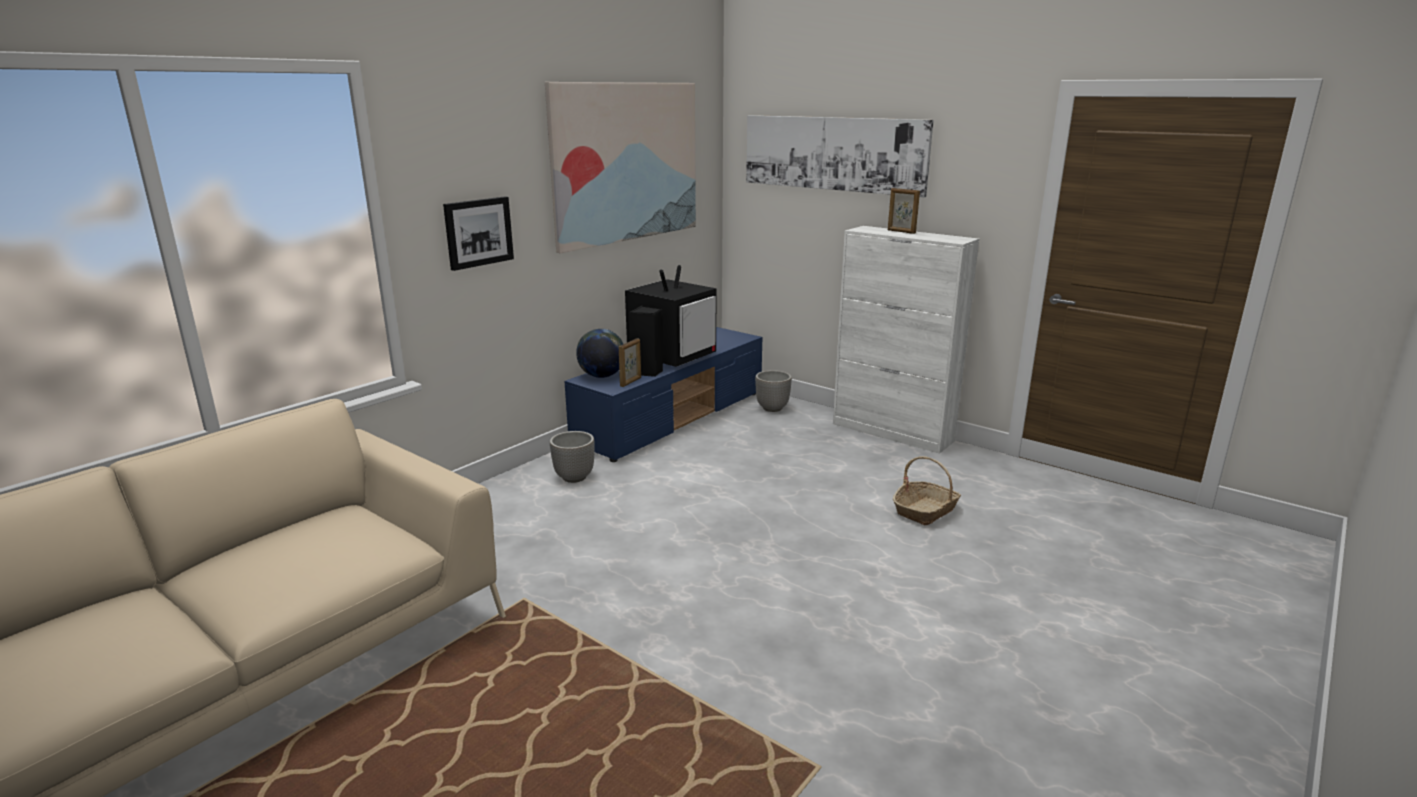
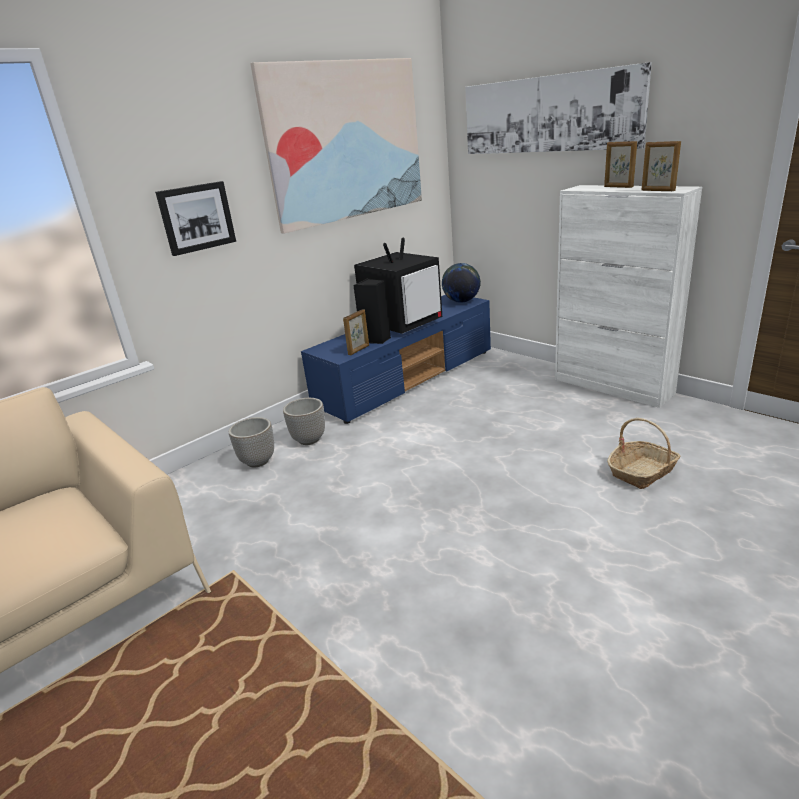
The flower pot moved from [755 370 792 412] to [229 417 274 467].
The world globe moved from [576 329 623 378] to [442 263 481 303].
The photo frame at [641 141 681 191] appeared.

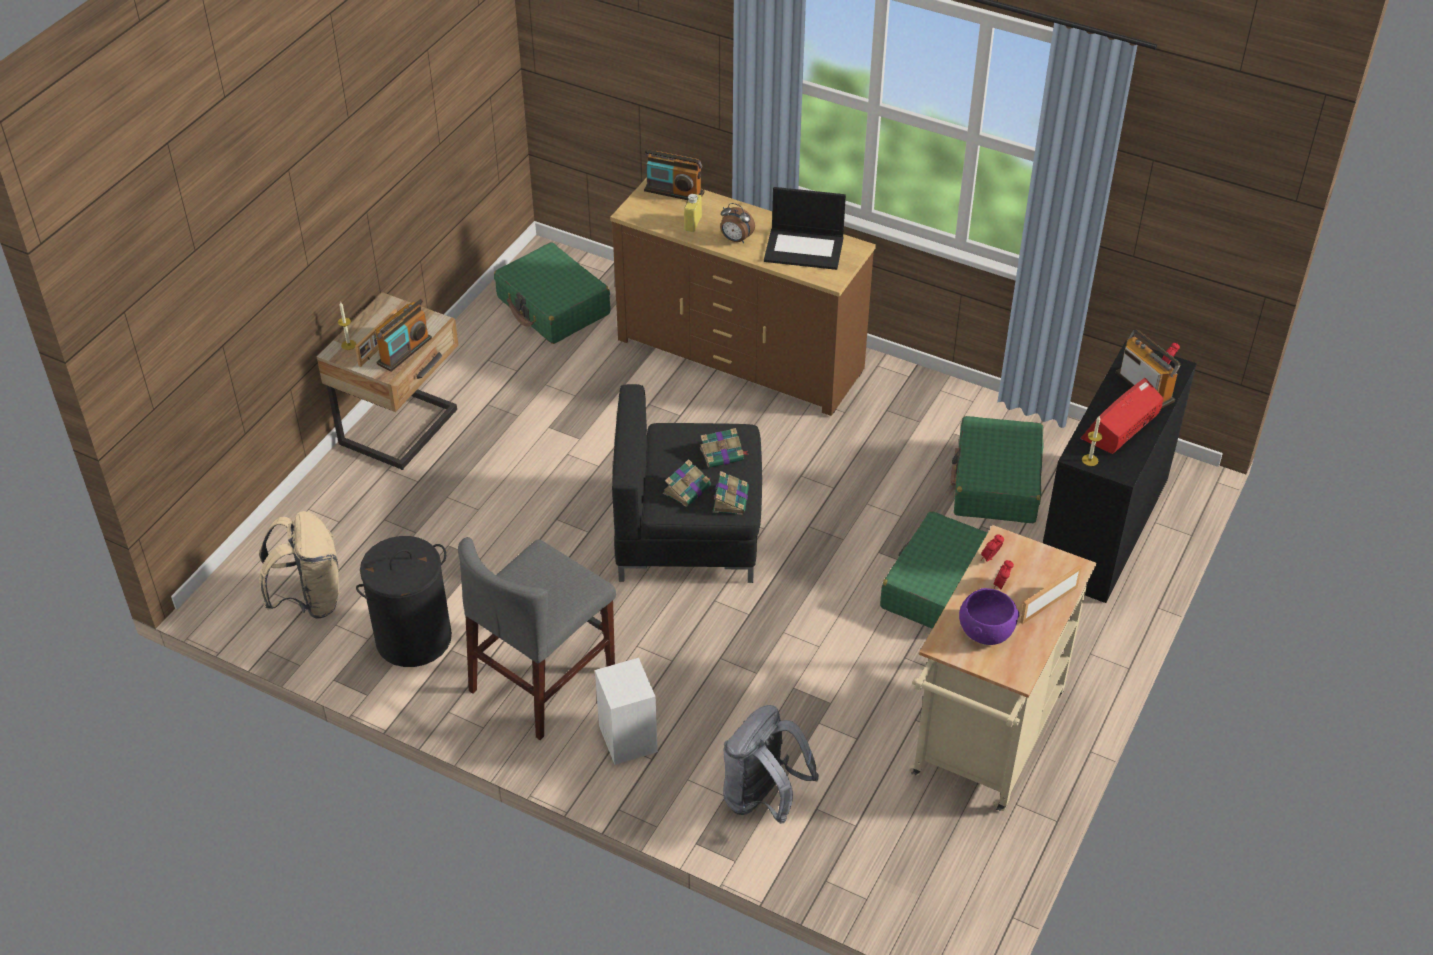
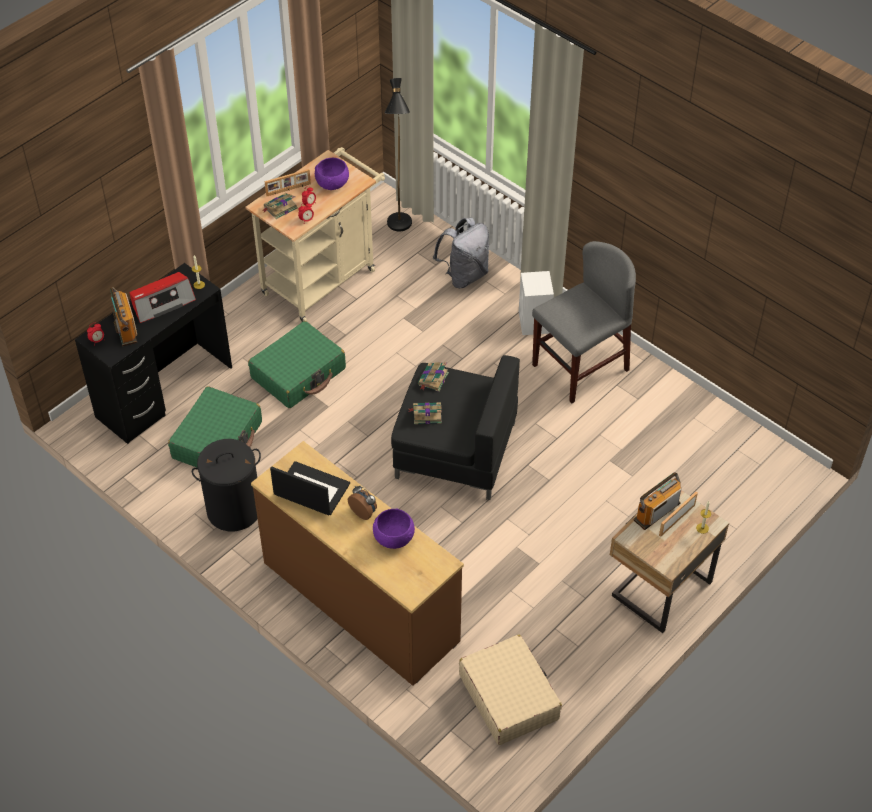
The black-coloured laundry basket moved from [356 536 452 667] to [192 439 261 531].
The bound book moved from [663 459 711 507] to [262 193 298 219].
The yellow-coloured beverage bottle at [684 194 702 232] was replaced by the purple serving bowl at [373 509 415 549].
The black-coloured floor lamp at [385 78 412 231] appeared.
The green piece of luggage at [494 242 610 344] became the beige-coloured piece of luggage at [459 635 562 745].
The beige-coloured rucksack at [259 511 340 619] disappeared.
The radio set at [644 149 705 200] disappeared.

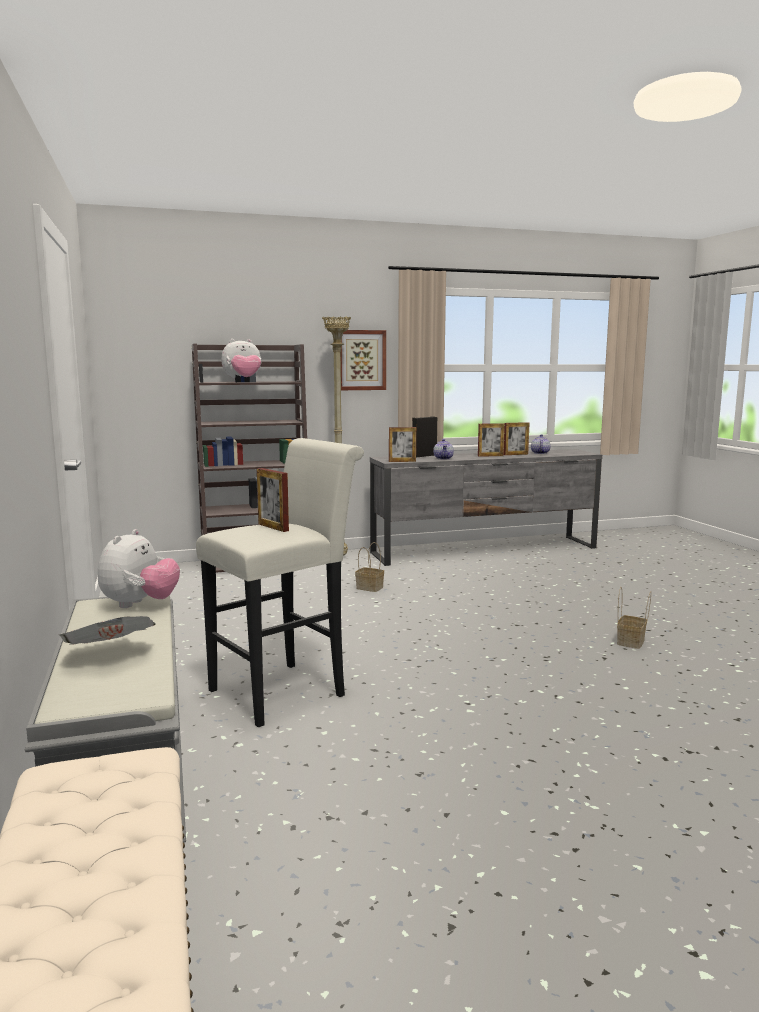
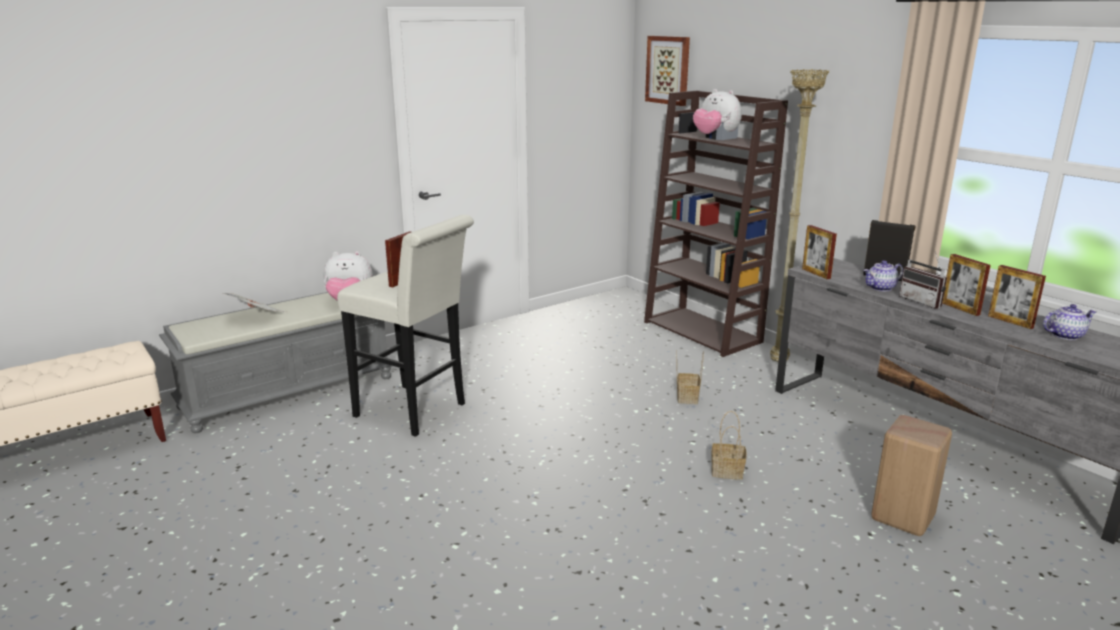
The picture moved from [341 330 386 390] to [645 36 690 106].
The household basket moved from [617 587 651 649] to [711 411 747 480].
The beige-coloured stool seat at [871 415 952 536] appeared.
The radio set at [899 252 947 309] appeared.

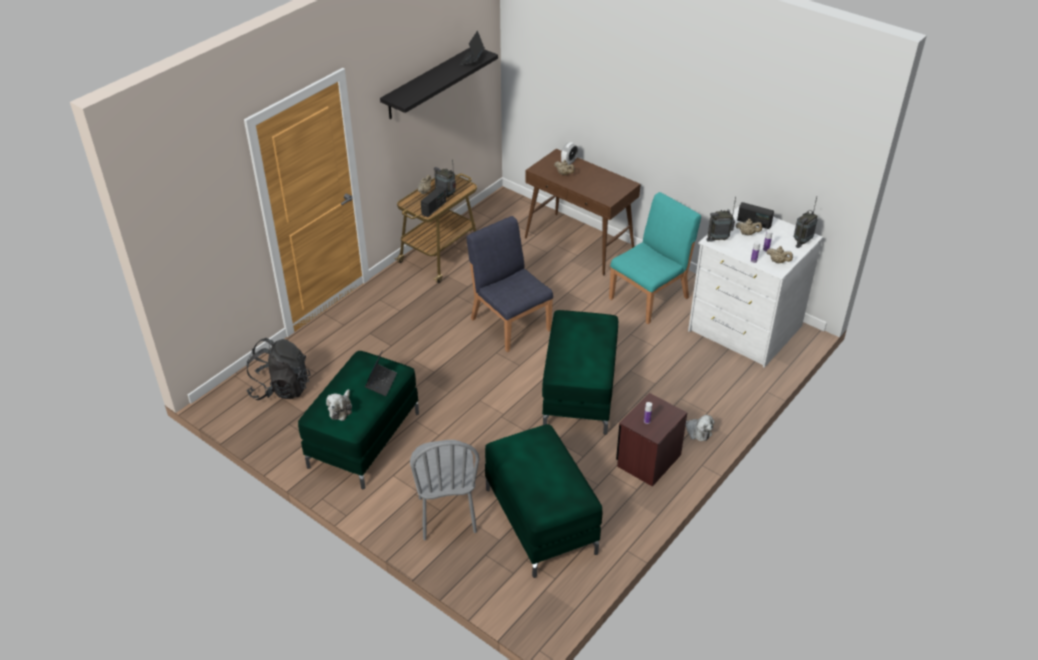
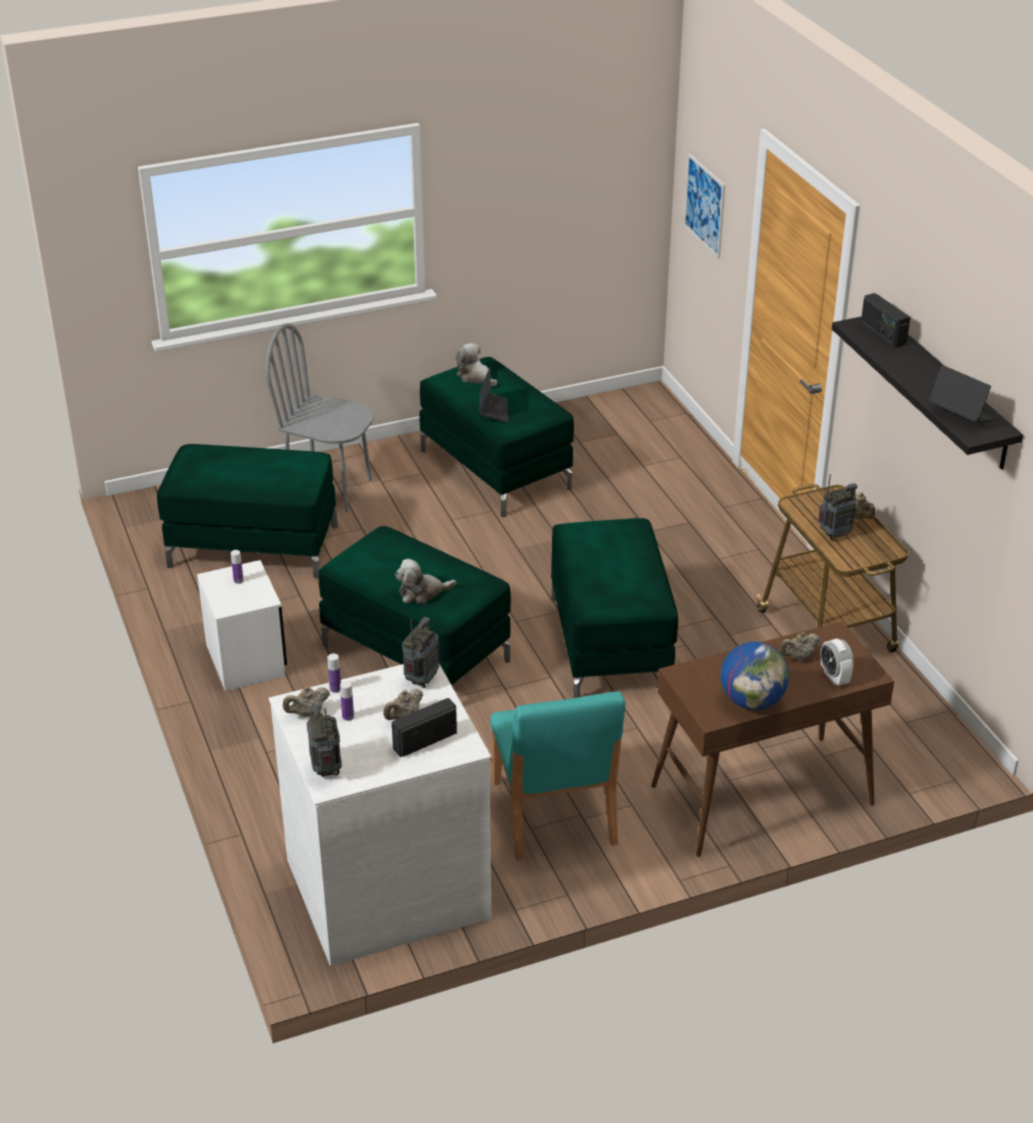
The brownish bedside table at [616 393 687 487] became the white-coloured bedside table at [197 560 287 691].
The cuddly toy moved from [686 415 715 441] to [395 559 456 604].
The laptop at [365 350 397 396] turned 135 degrees counterclockwise.
The bluish plain chair at [467 216 553 352] was replaced by the green pouffe at [551 518 678 698].
The picture at [684 154 725 258] appeared.
The world globe at [721 642 789 710] appeared.
The radio set moved from [421 186 446 217] to [861 293 910 348].
The black-coloured rucksack at [246 338 310 400] disappeared.

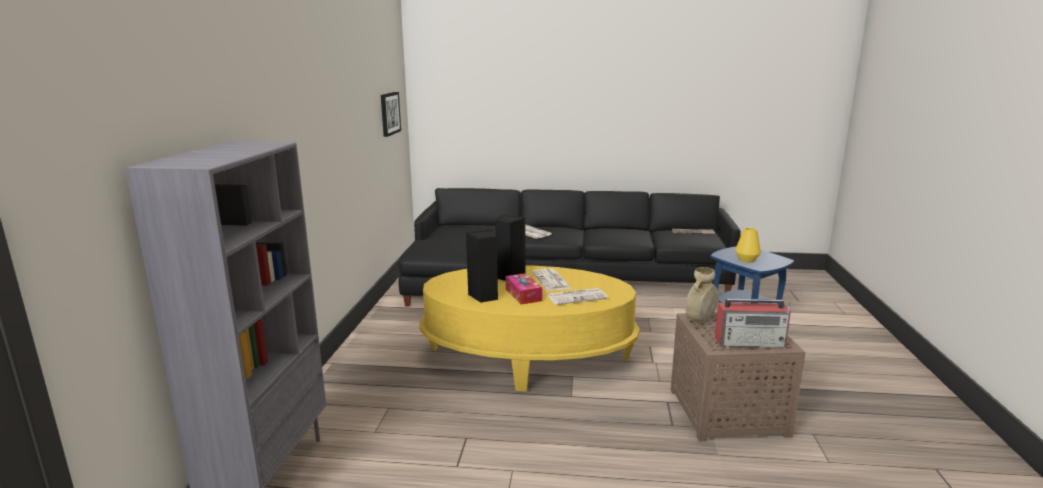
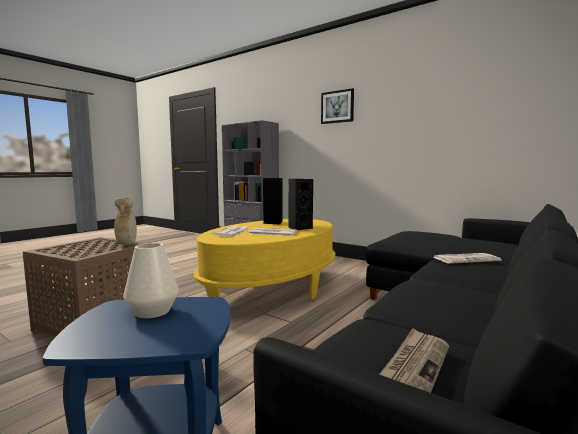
The yellow-coloured vase at [735 228 761 262] became the white-coloured vase at [123 243 179 318].
The picture moved from [381 92 401 137] to [321 88 354 124].
The tissue box at [506 273 542 305] disappeared.
The radio set at [715 299 791 348] disappeared.

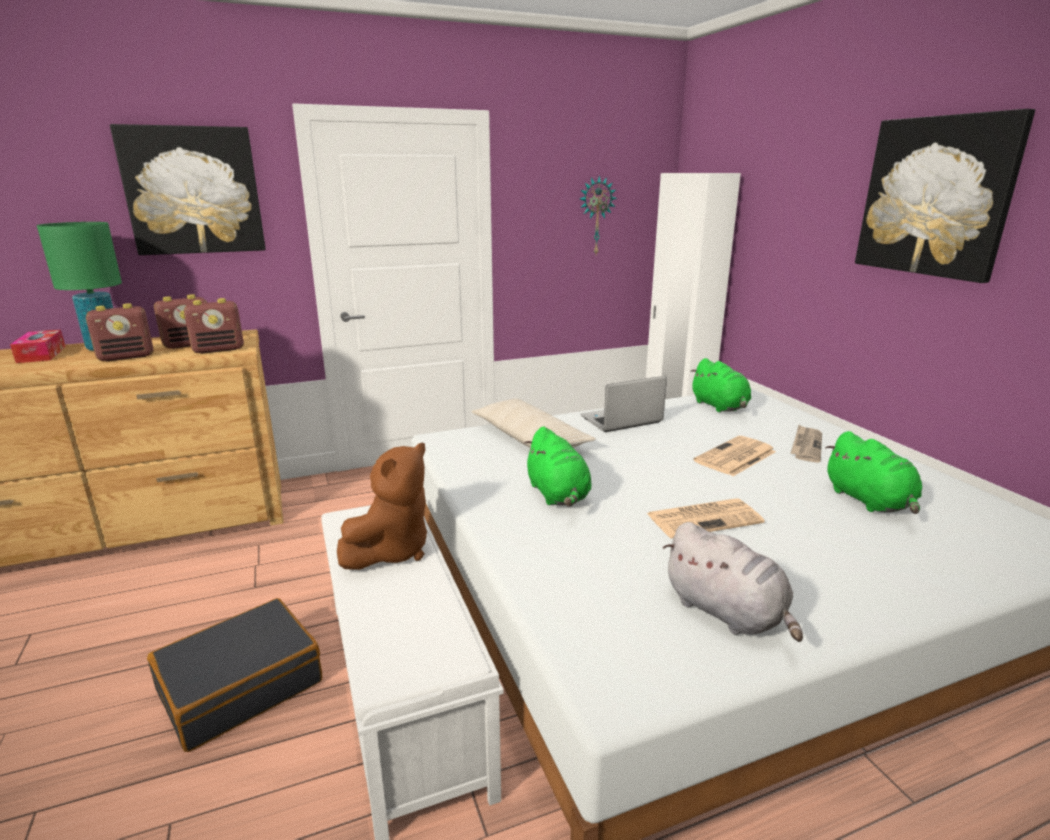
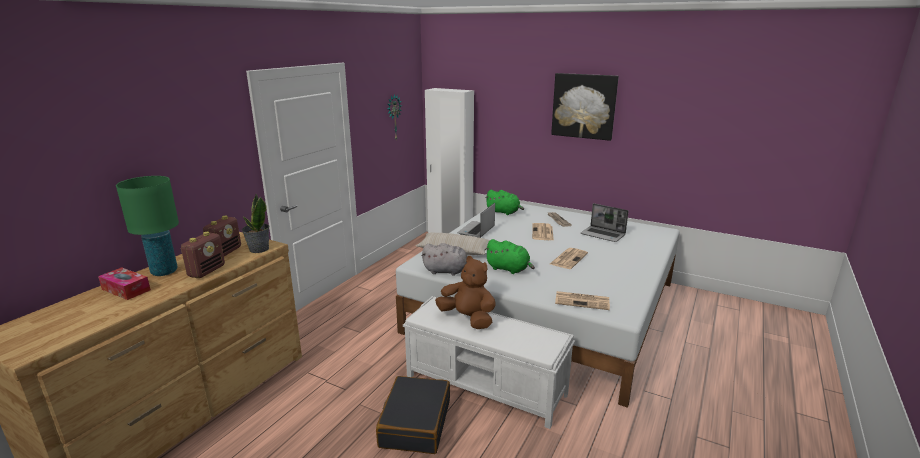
The radio set at [184 298 244 354] was replaced by the potted plant at [242 194 269 253].
The grey cuddly toy moved from [663 522 803 642] to [422 243 467 276].
The brownish cuddly toy at [337 443 427 570] turned 45 degrees counterclockwise.
The newspaper at [555 291 610 310] appeared.
The green cuddly toy at [825 431 922 514] was replaced by the laptop at [581 203 629 242].
The picture at [110 124 266 255] disappeared.

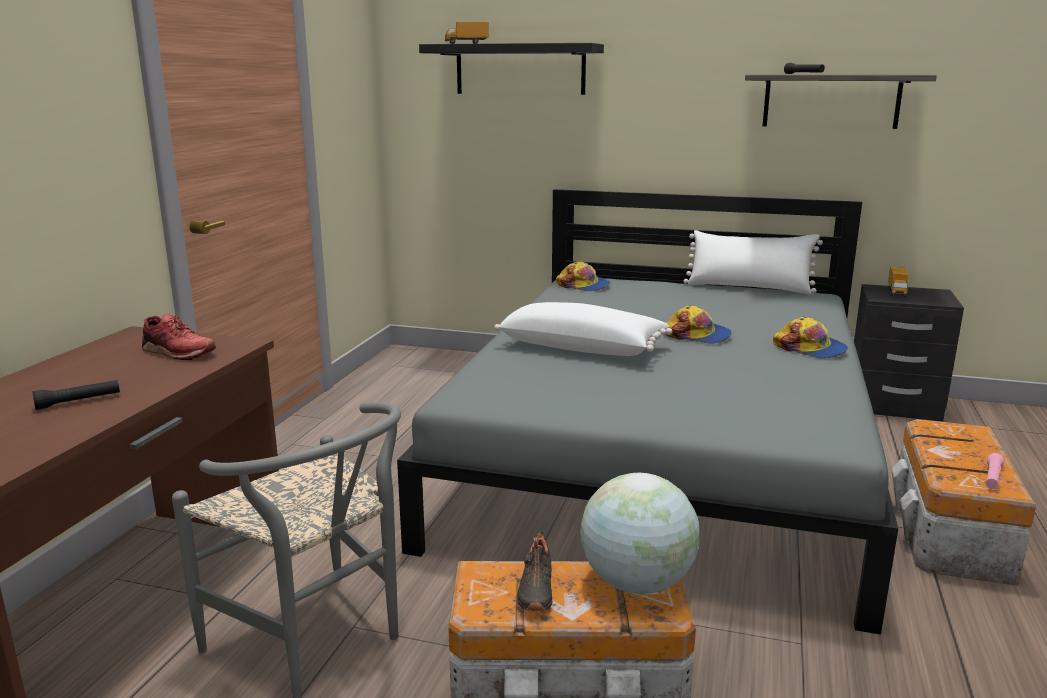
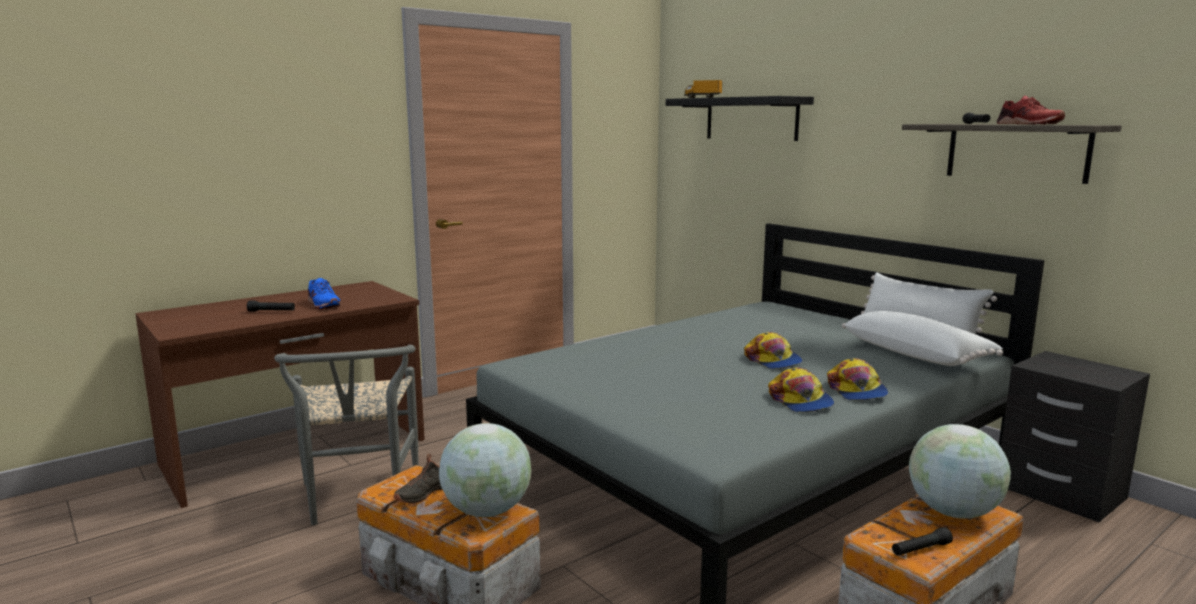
The bluish item of footwear at [308 278 340 310] appeared.
The baseball cap moved from [556 261 611 291] to [768 367 835 412].
The white-coloured throw pillow moved from [494 302 673 356] to [842 311 1003 366].
The pink flashlight at [986 453 1004 489] became the black-coloured flashlight at [892 527 953 556].
The world globe at [909 424 1011 519] appeared.
The red item of footwear moved from [142 313 216 360] to [997 96 1065 124].
The model truck at [888 267 908 297] disappeared.

